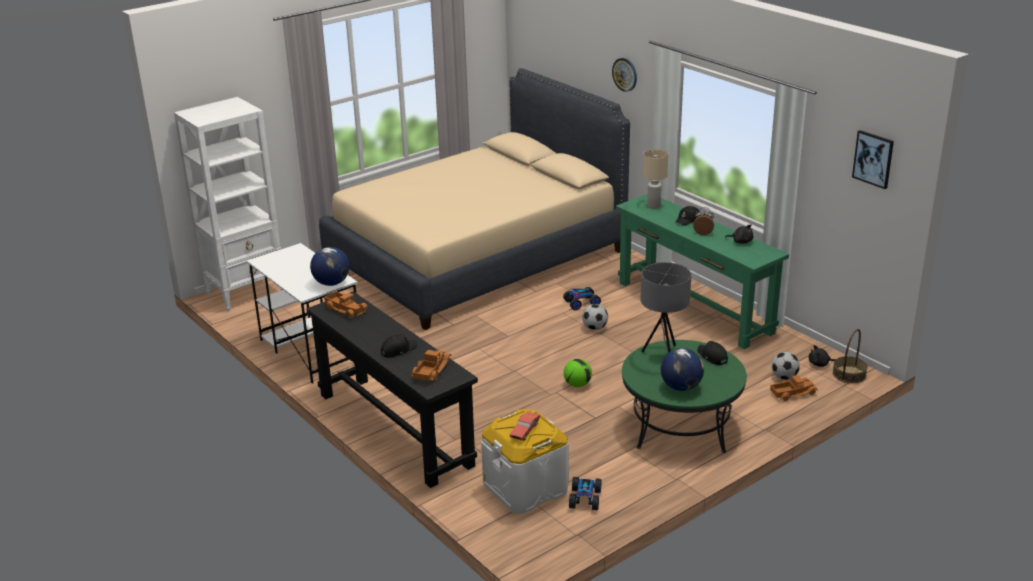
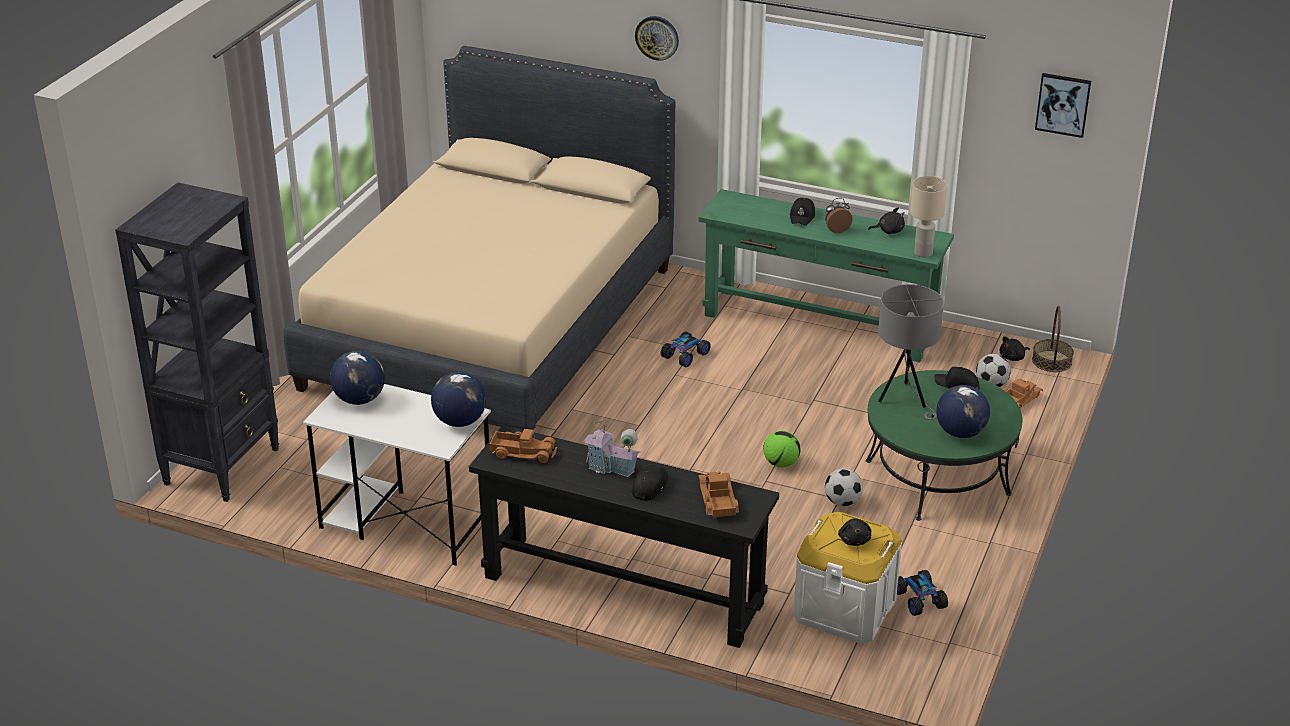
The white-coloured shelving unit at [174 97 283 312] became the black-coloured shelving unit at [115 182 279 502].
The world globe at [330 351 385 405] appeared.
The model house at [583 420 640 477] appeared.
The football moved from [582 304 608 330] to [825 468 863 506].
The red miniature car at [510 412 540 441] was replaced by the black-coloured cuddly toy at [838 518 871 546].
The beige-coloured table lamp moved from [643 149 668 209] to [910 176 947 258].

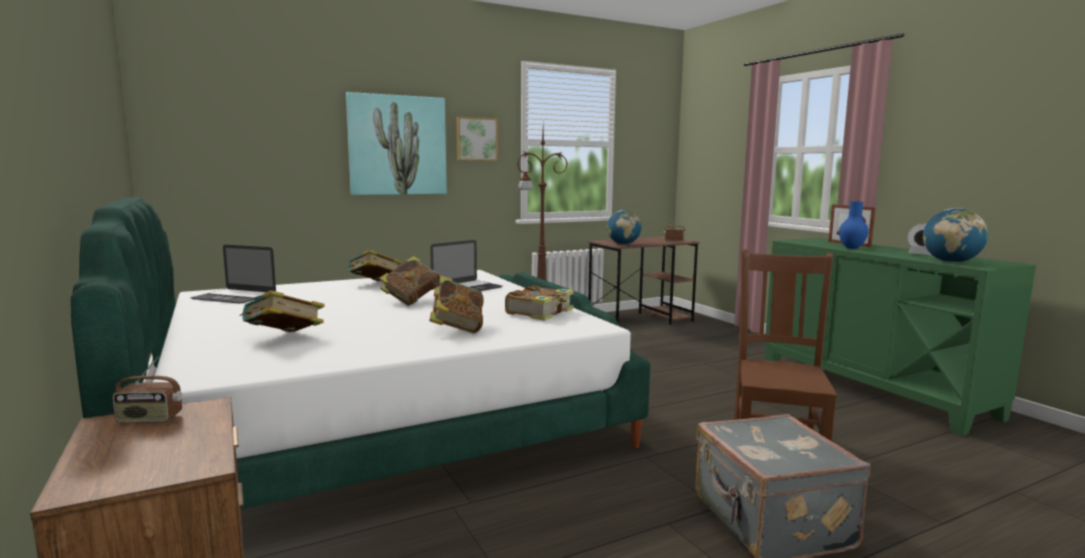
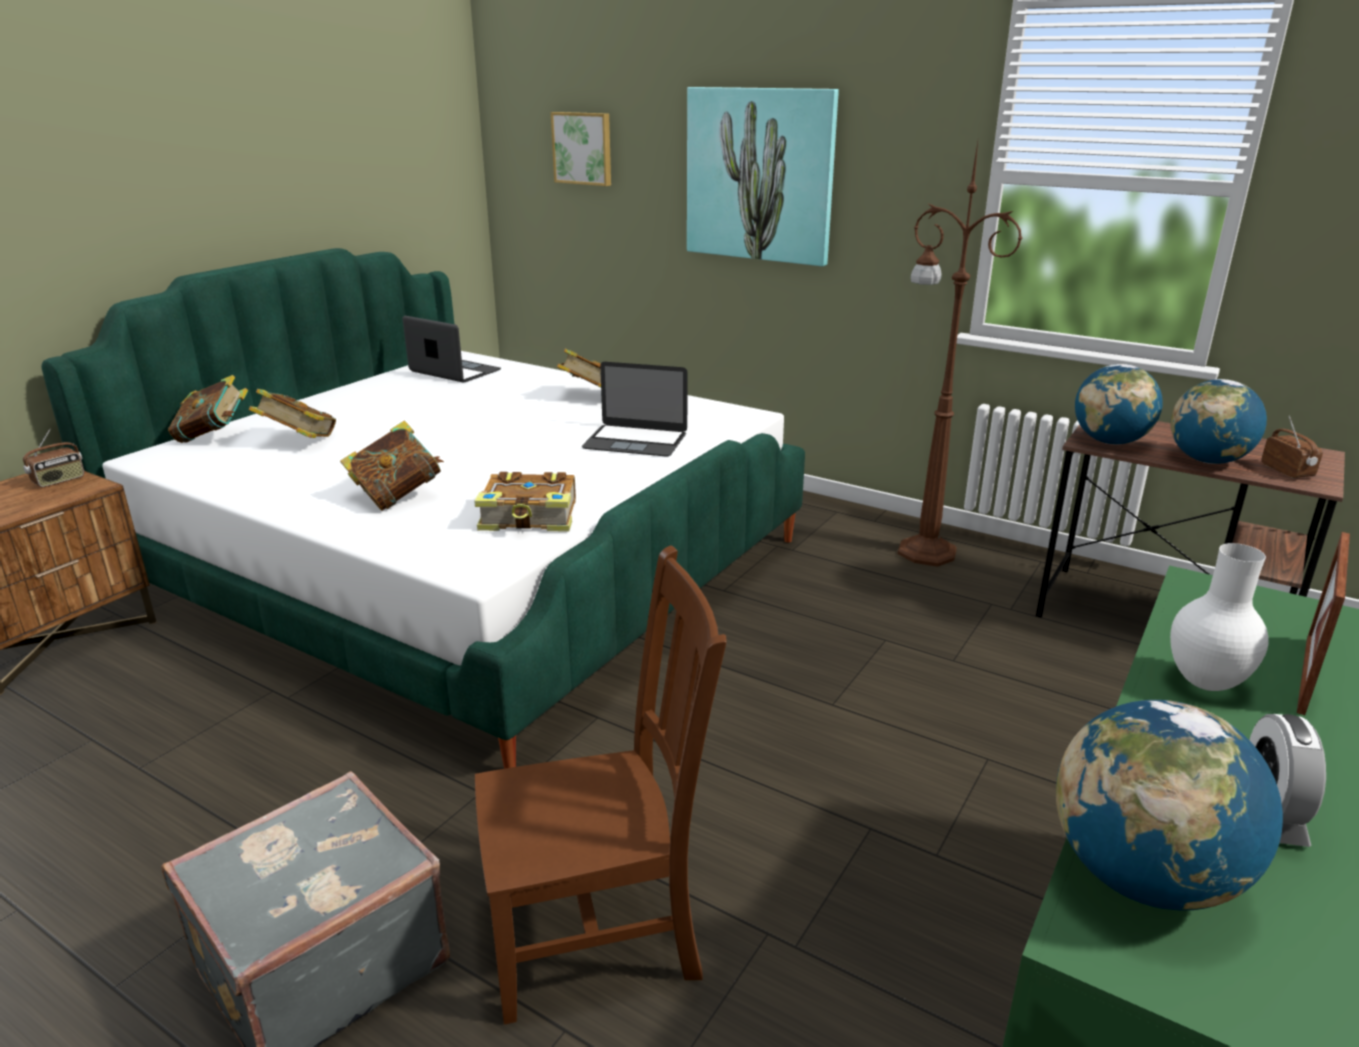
The radio set at [112 357 182 423] turned 105 degrees counterclockwise.
The bound book moved from [379 256 440 306] to [168 375 248 443].
The laptop at [190 245 276 304] turned 135 degrees clockwise.
The picture moved from [457 117 498 161] to [551 112 611 186].
The world globe at [1170 379 1267 464] appeared.
The bluish vase at [839 201 869 249] became the white-coloured vase at [1170 543 1269 691].

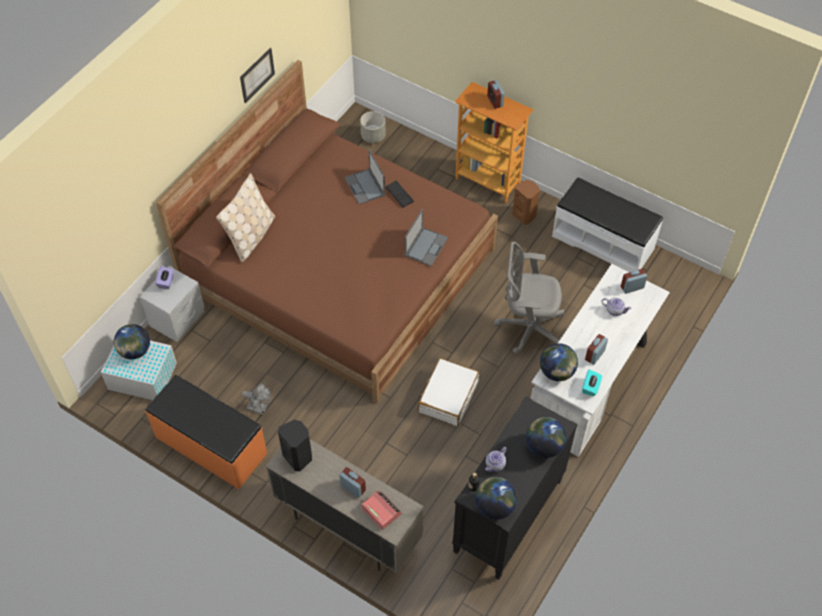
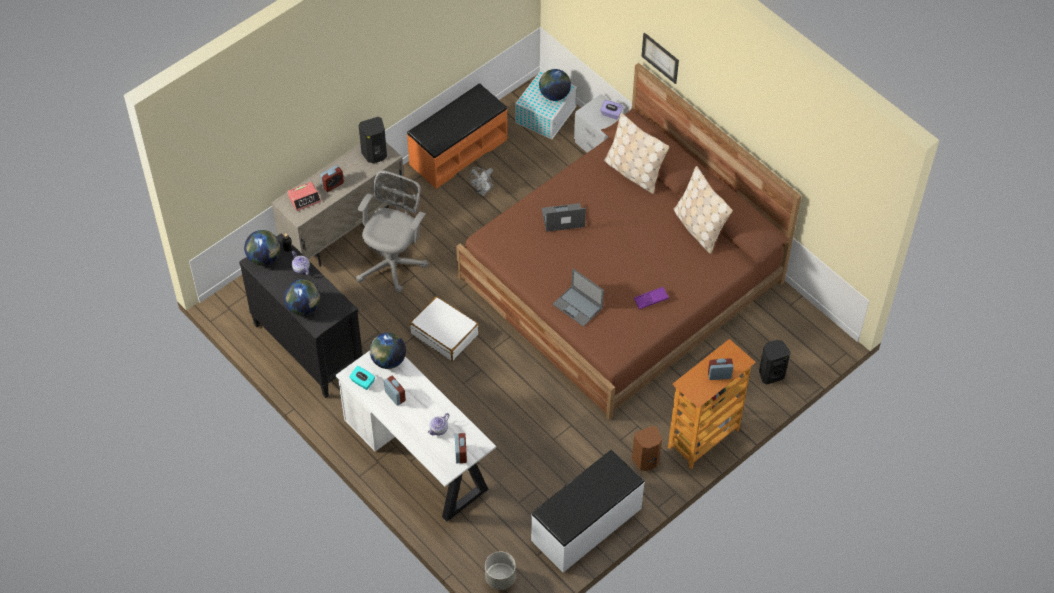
The grey office chair moved from [494 242 564 355] to [356 170 429 293].
The grey flower pot moved from [360 111 386 143] to [485 552 516 590].
The laptop moved from [344 150 385 204] to [541 203 586 232].
The black-coloured tray at [386 181 414 208] became the purple tray at [634 287 669 309].
The picture moved from [240 48 275 103] to [641 32 679 84].
The beige-coloured throw pillow at [674 166 733 254] appeared.
The black-coloured speaker at [759 340 791 384] appeared.

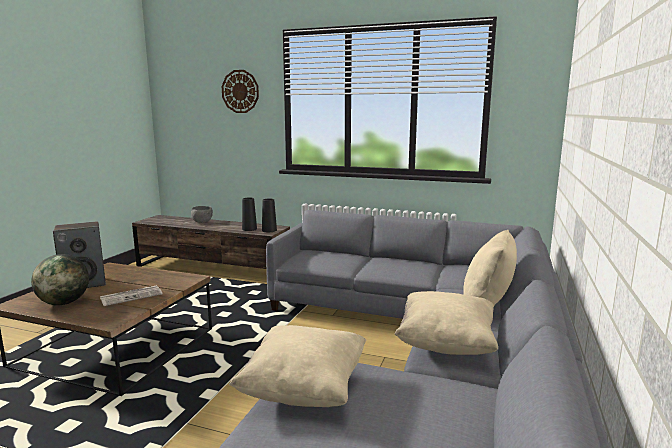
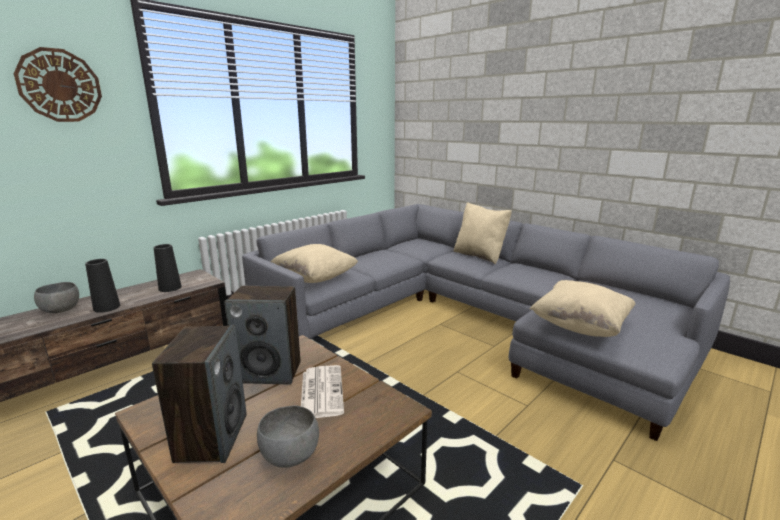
The black-coloured vase moved from [262 199 277 232] to [85 259 120 313].
The speaker at [224 286 301 384] appeared.
The world globe at [31 254 89 305] was replaced by the grey serving bowl at [257 406 319 468].
The beige-coloured throw pillow moved from [394 291 498 355] to [271 244 358 283].

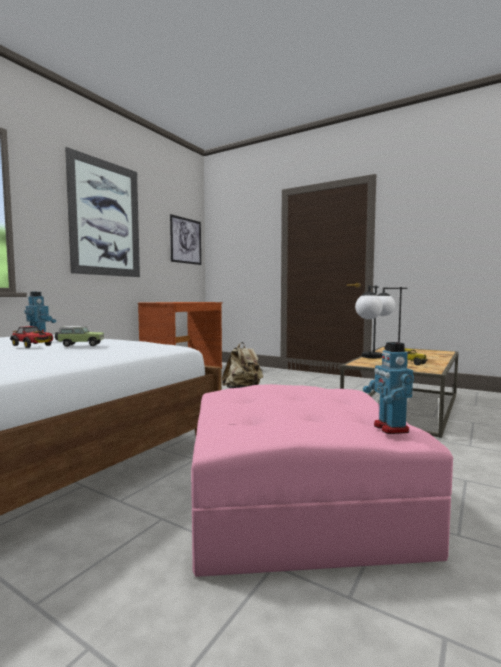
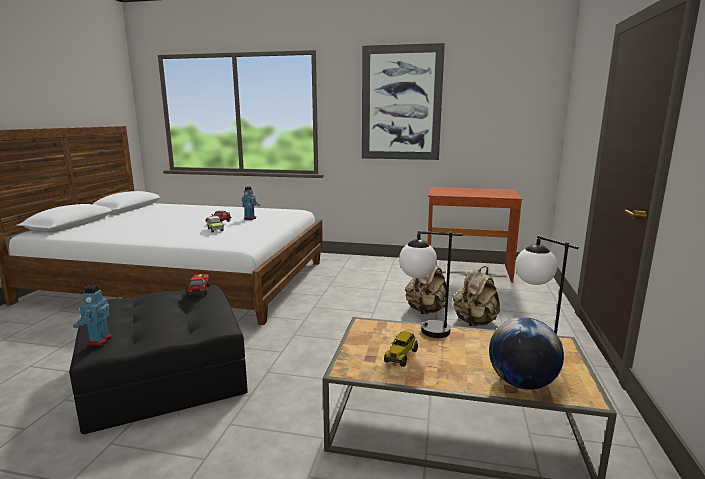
The pink pouffe at [191 384 453 577] became the black-coloured pouffe at [69 285 248 434].
The toy robot at [363 342 414 434] turned 60 degrees counterclockwise.
The miniature car at [185 274 210 296] appeared.
The beige-coloured rucksack at [453 266 500 327] appeared.
The world globe at [489 317 564 390] appeared.
The picture at [170 214 201 265] disappeared.

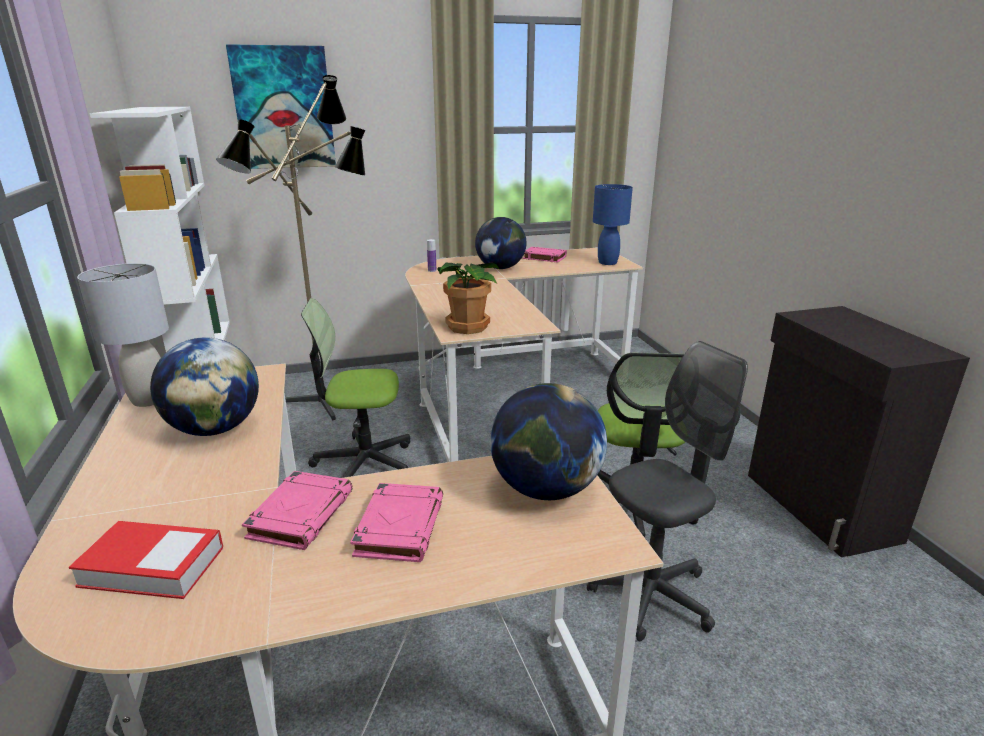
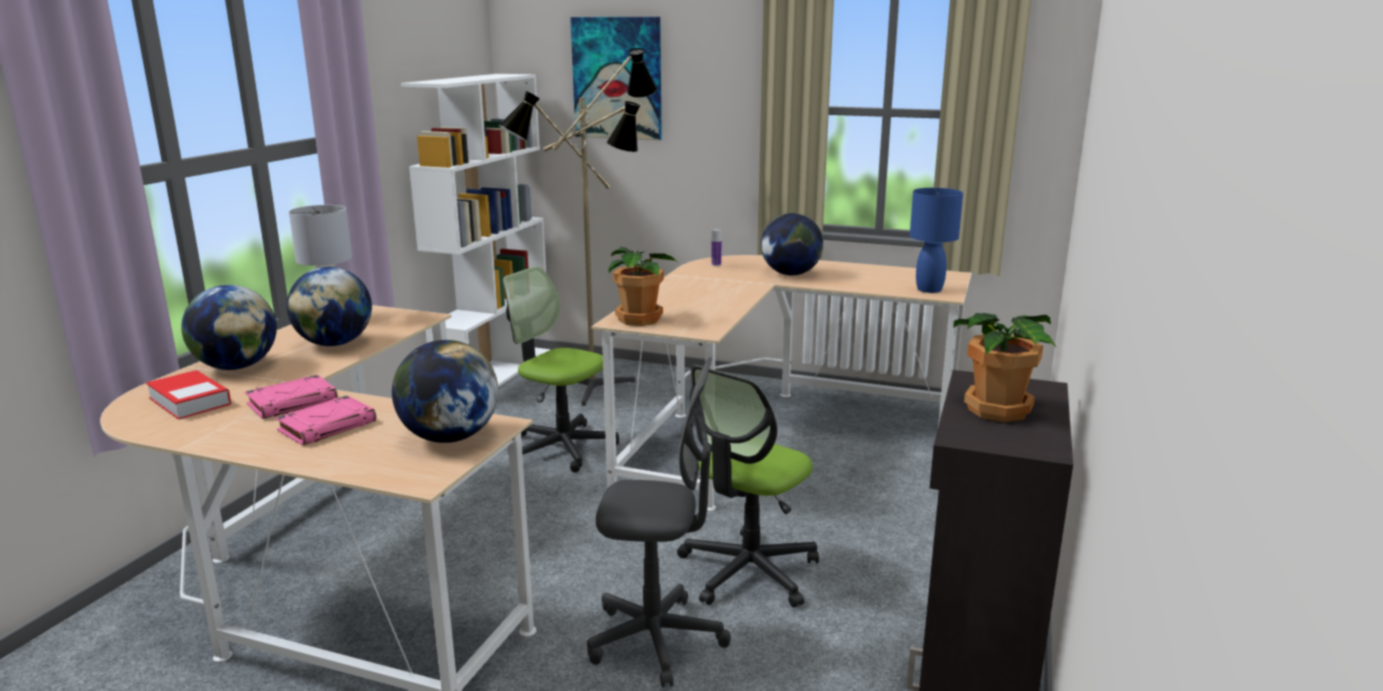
The world globe at [181 285 277 370] appeared.
The potted plant at [954 313 1056 422] appeared.
The pink bound book at [523 247 567 263] disappeared.

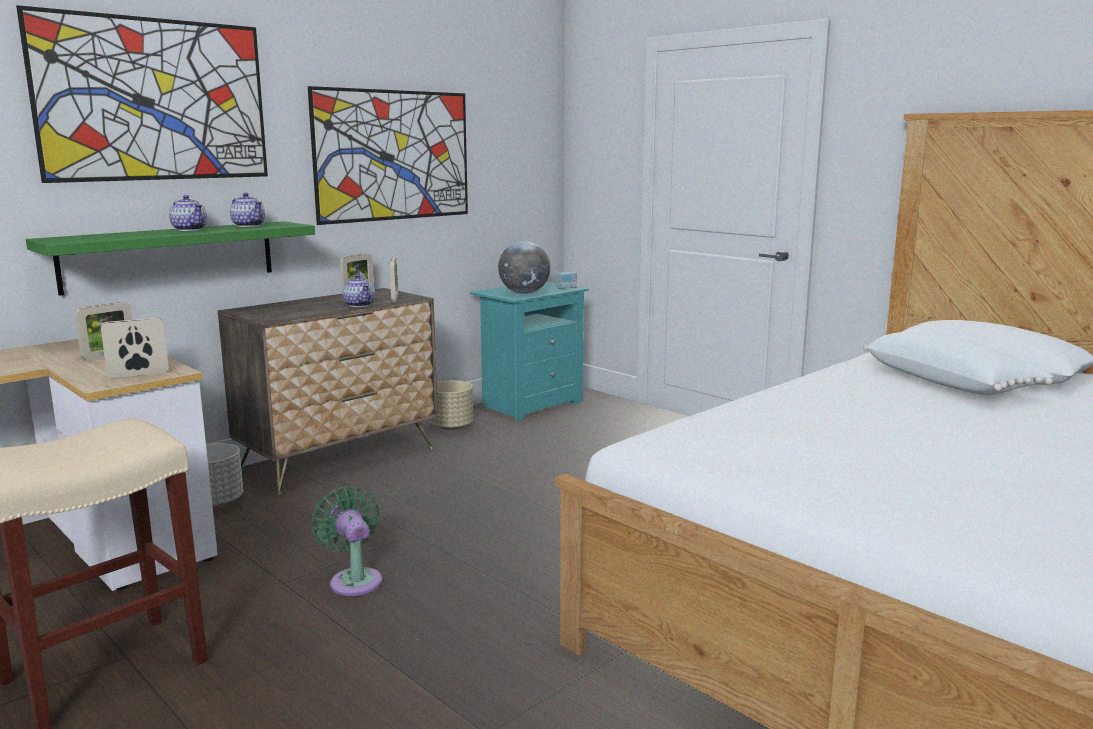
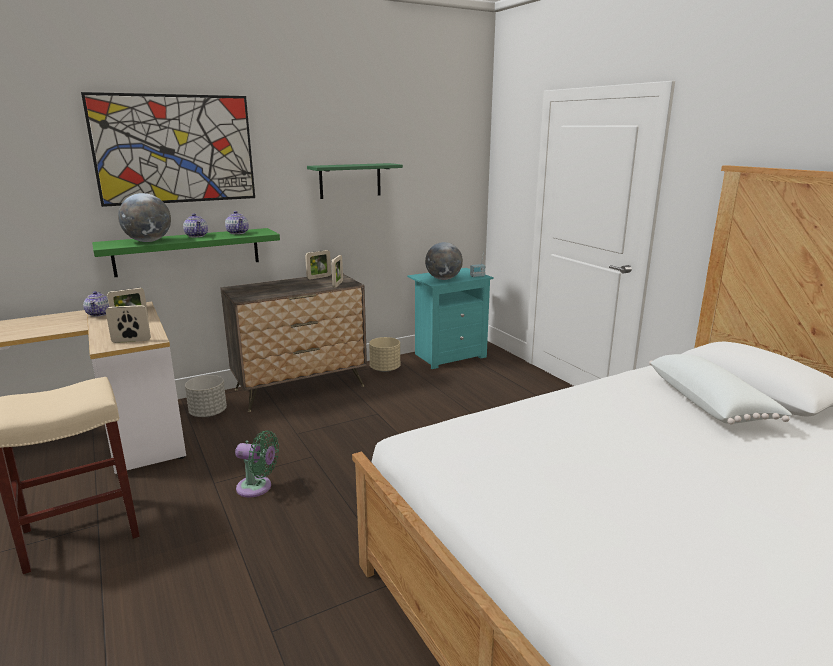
The teapot moved from [342 274 375 307] to [83 291 109 317].
The world globe at [118 193 171 242] appeared.
The green fan at [311 486 383 596] turned 120 degrees clockwise.
The picture at [308 86 468 225] was replaced by the green wall shelf at [307 163 403 199].

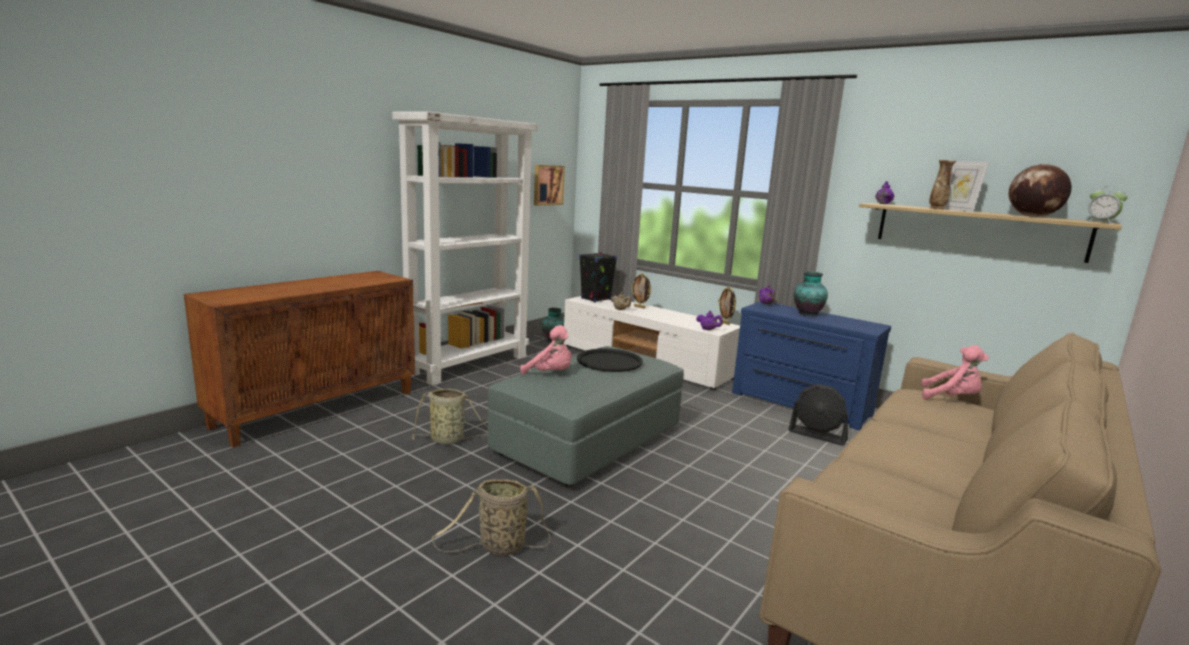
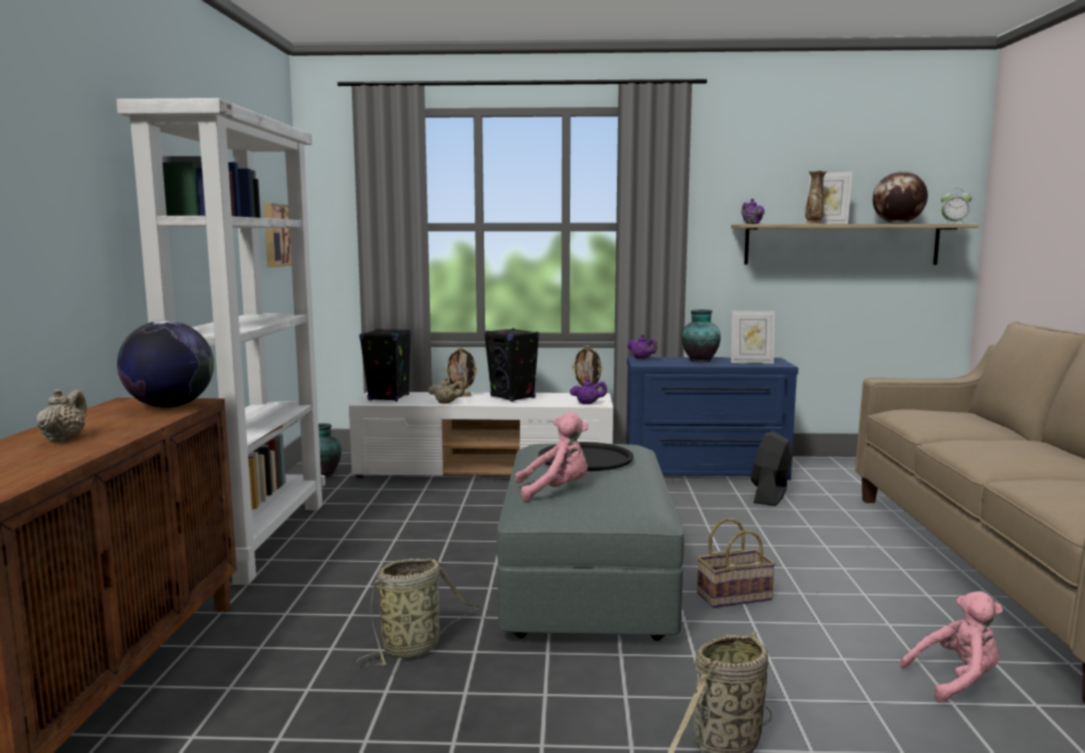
The beige-coloured teapot at [36 388 87 442] appeared.
The world globe at [117 320 214 408] appeared.
The black-coloured speaker at [484 328 539 402] appeared.
The household basket at [697 518 776 608] appeared.
The photo frame at [731 310 775 364] appeared.
The black-coloured fan at [788 384 848 446] turned 120 degrees clockwise.
The pink cuddly toy moved from [921 345 989 399] to [900 591 1003 703].

